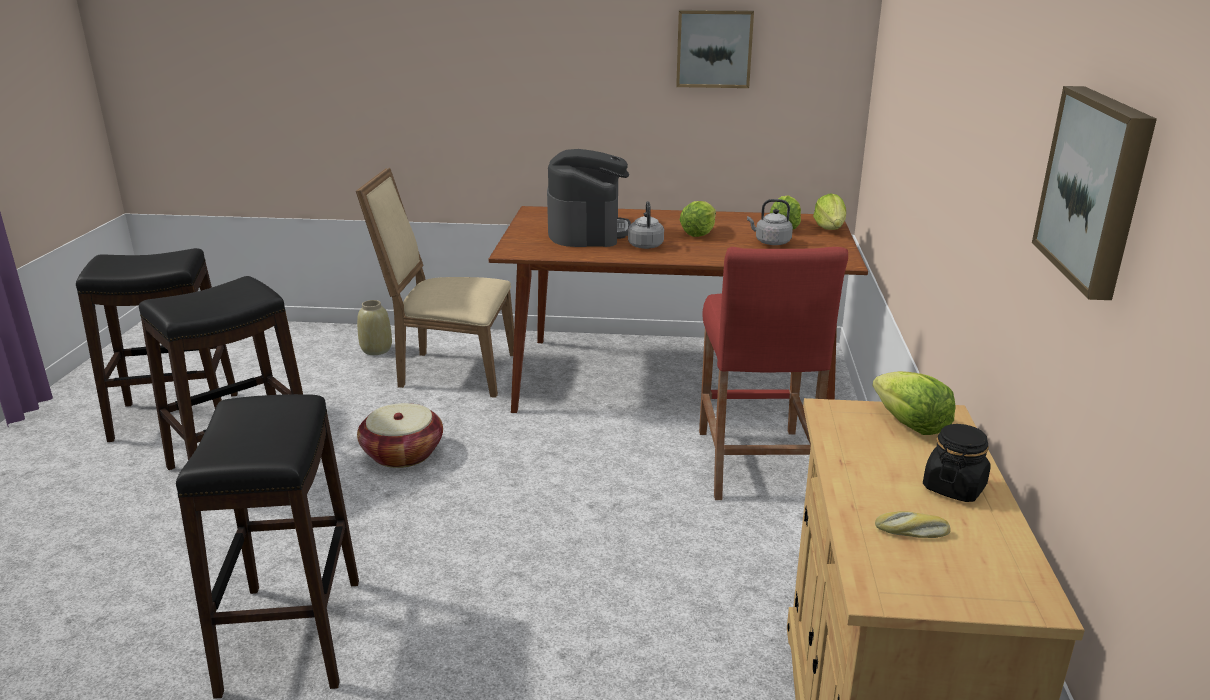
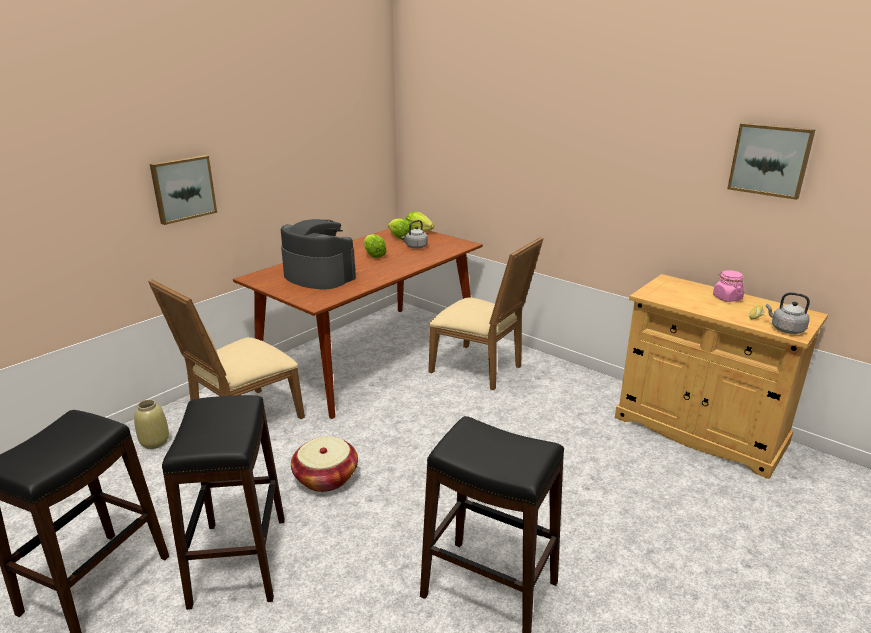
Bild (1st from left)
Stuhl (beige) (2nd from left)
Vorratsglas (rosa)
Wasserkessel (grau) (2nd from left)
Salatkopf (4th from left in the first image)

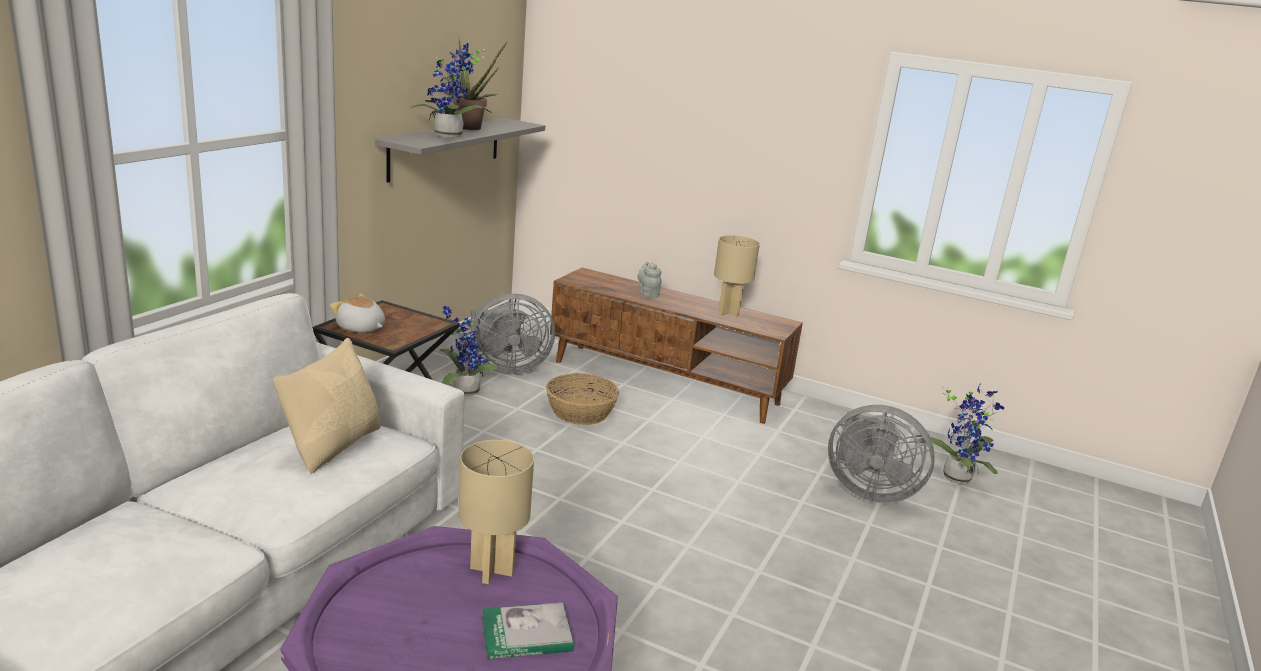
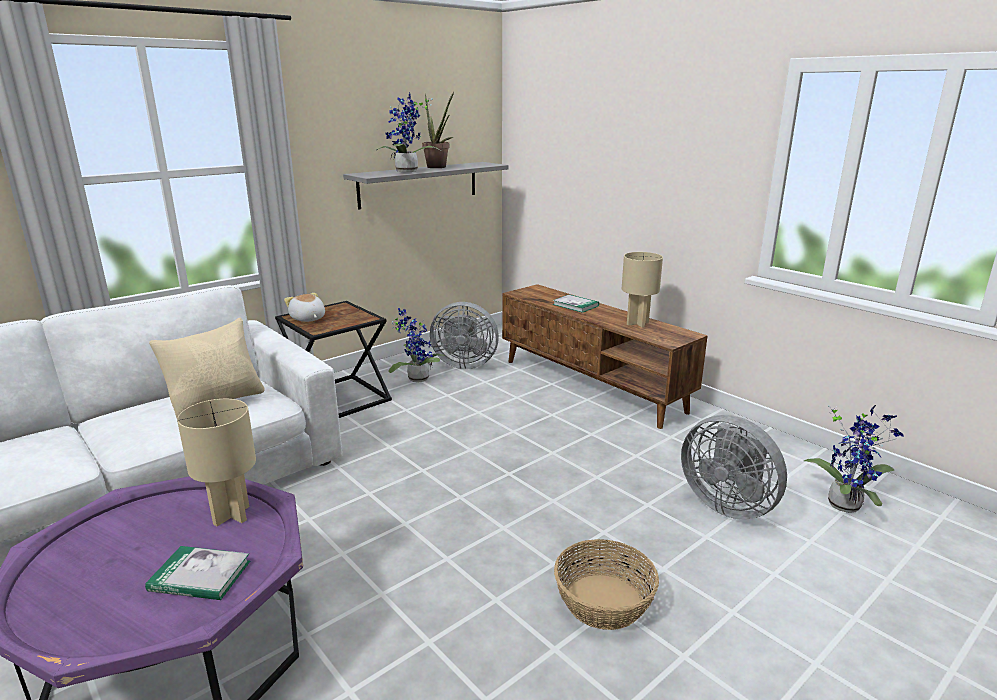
Buch (2nd from left)
Korb

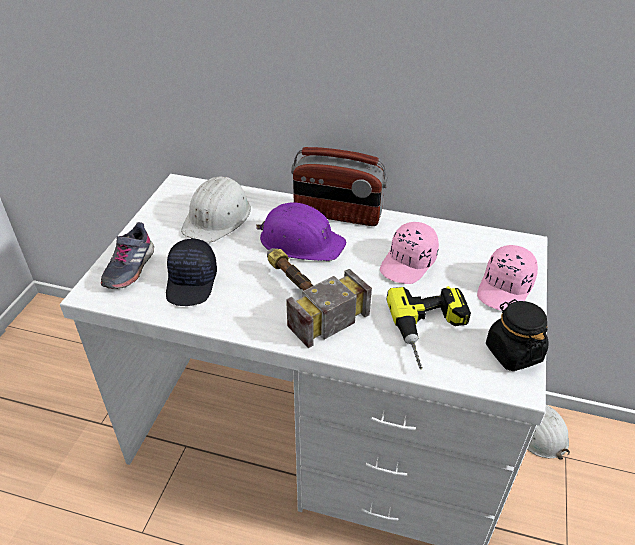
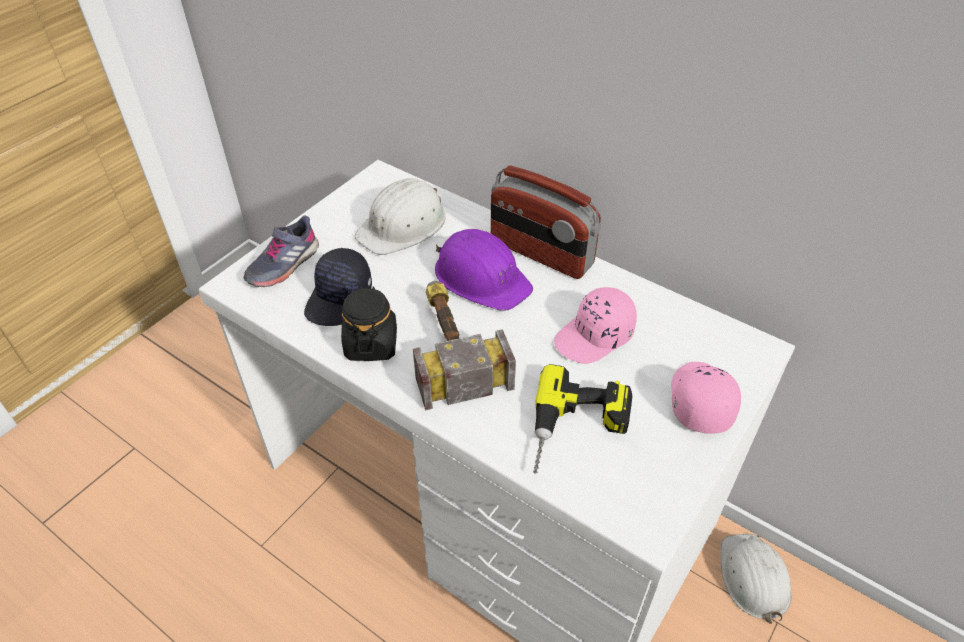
Vorratsglas (schwarz)
Kappe (rosa) (2nd from left)

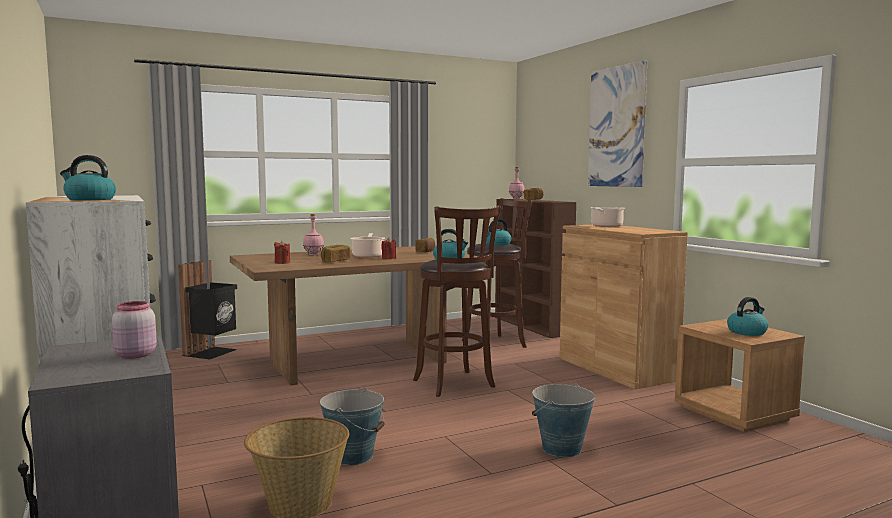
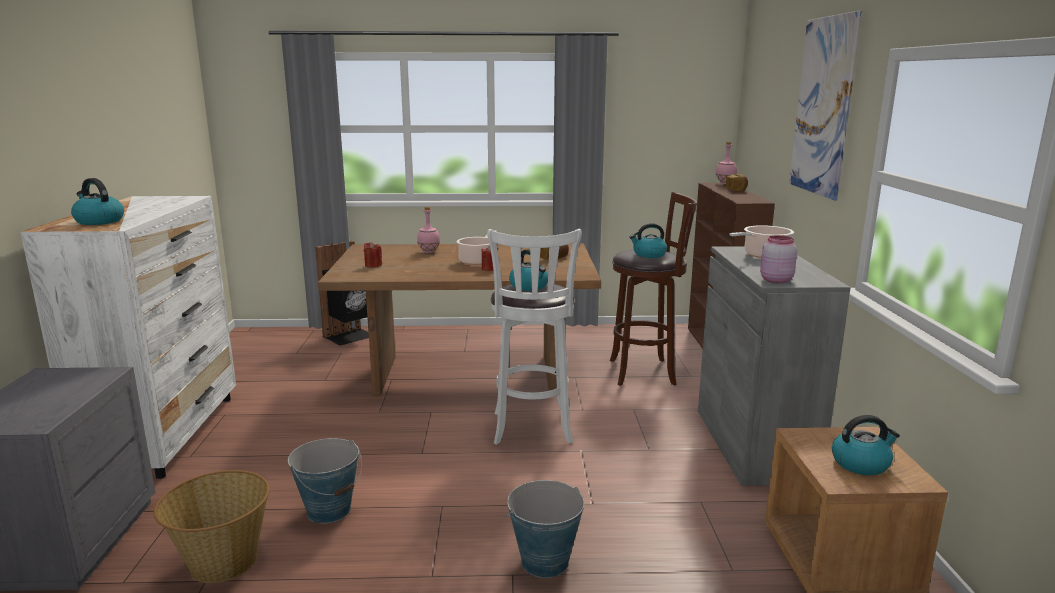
Hocker (weiß)
Schrank (grau)
Vorratsglas (rosa)
Brot (1st from left in the first image)

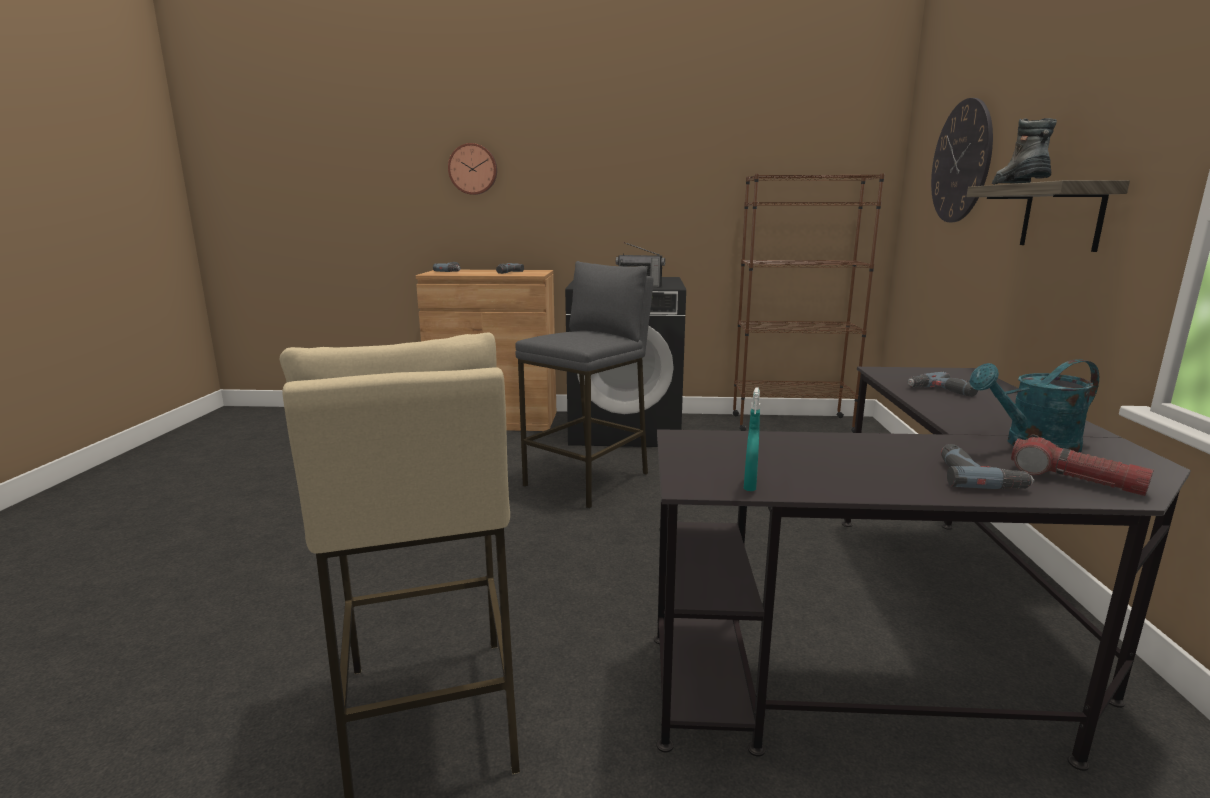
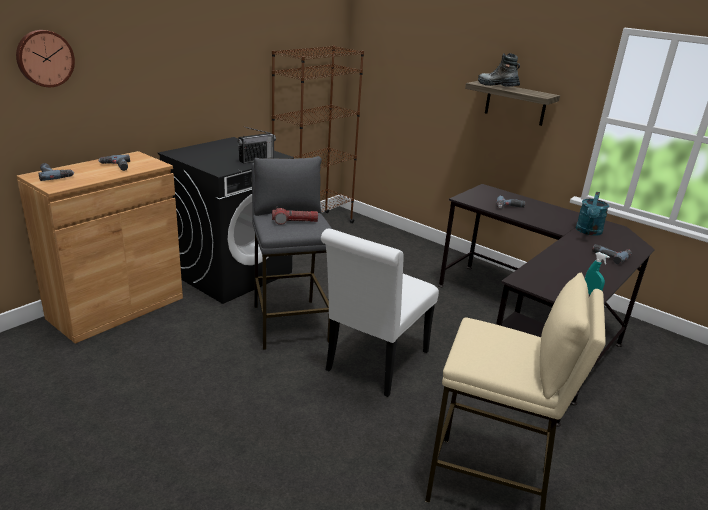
Taschenlampe
Stuhl (weiß)
Wanduhr (2nd from left in the first image)

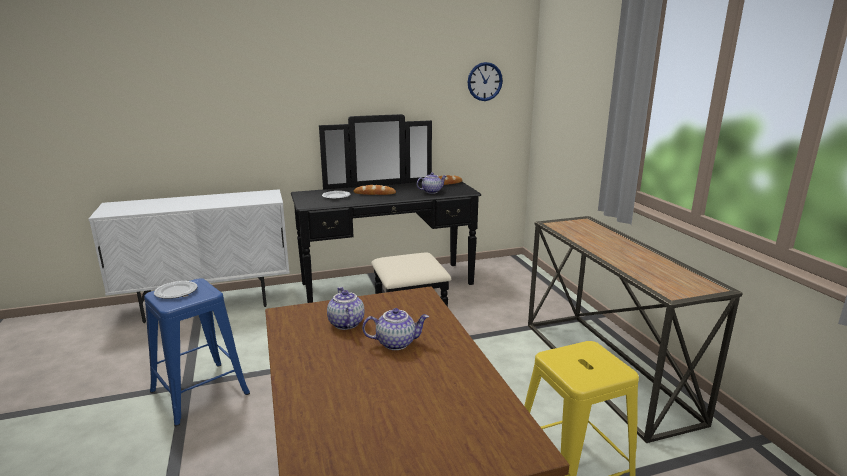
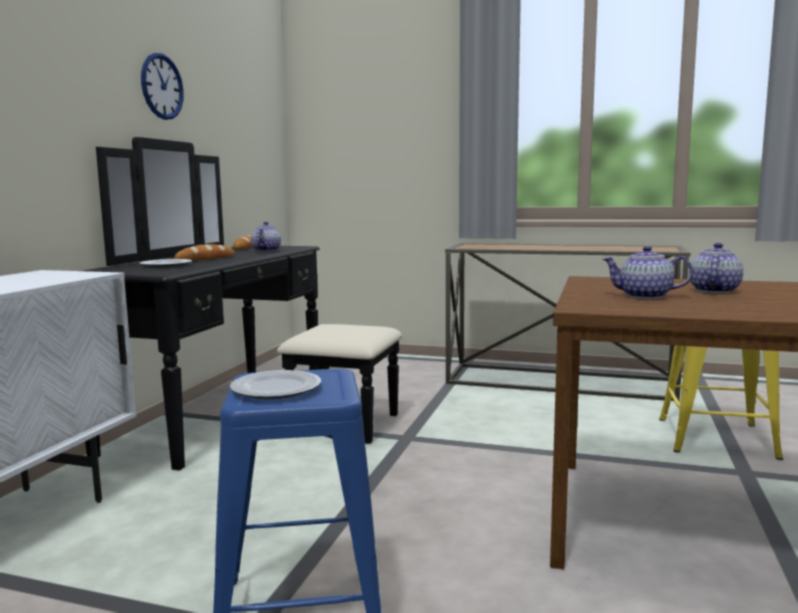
Wanduhr

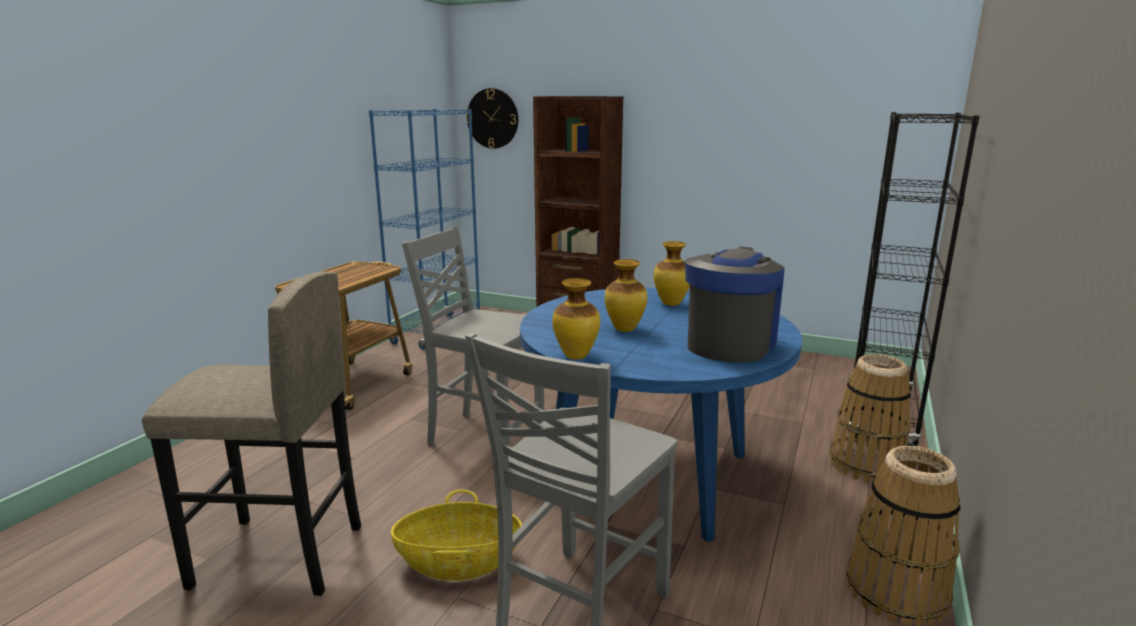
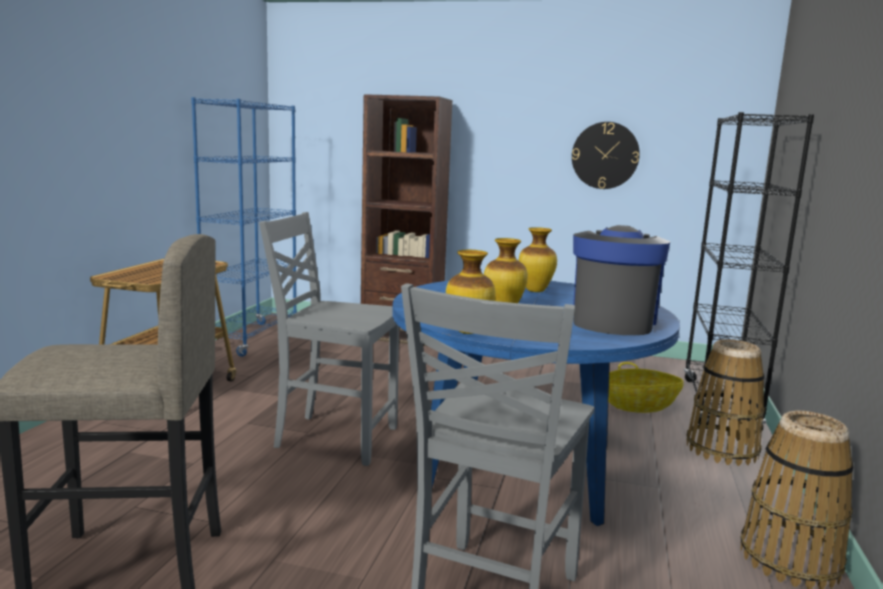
Wanduhr
Korb (1st from left)

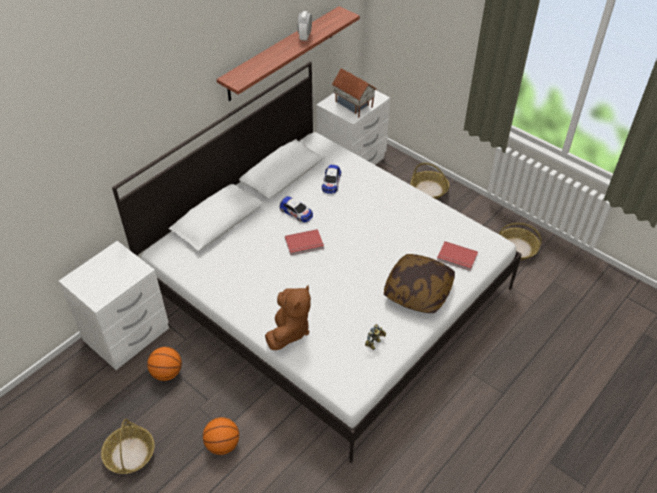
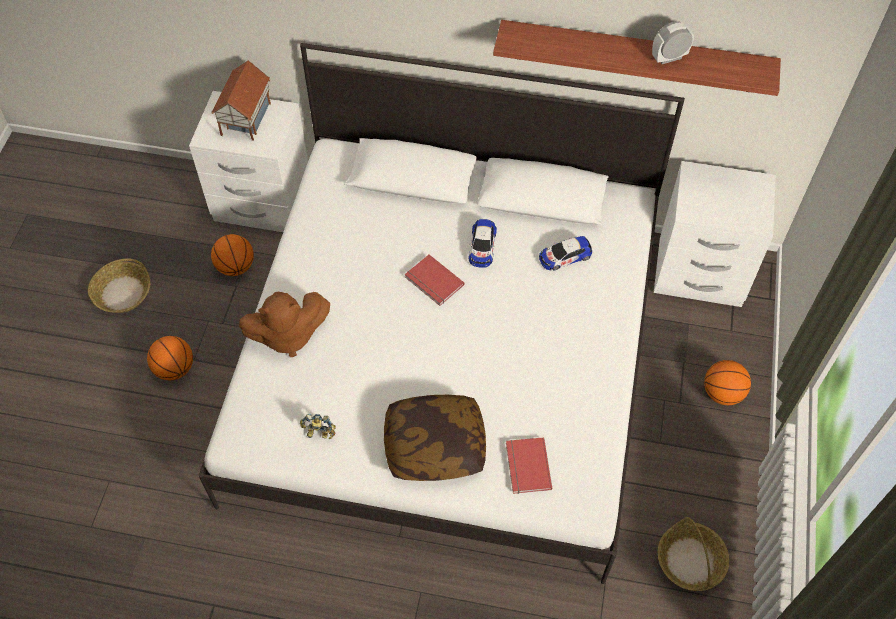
Spielzeughaus
Basketball (3rd from left)

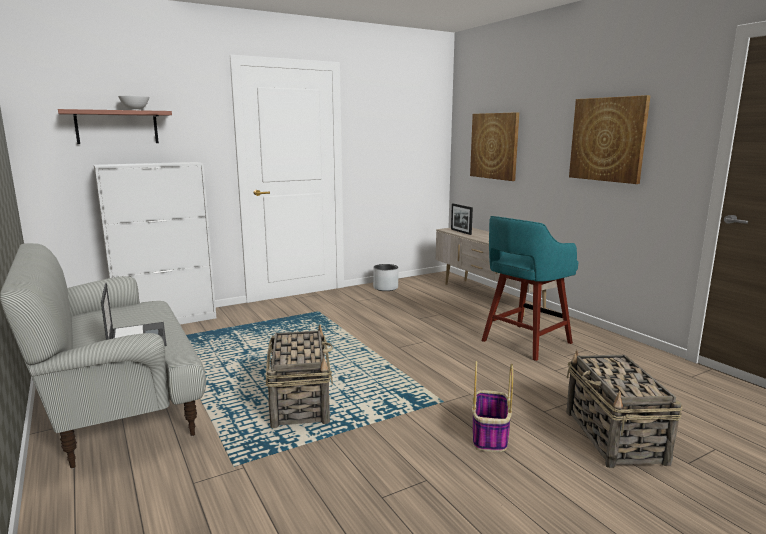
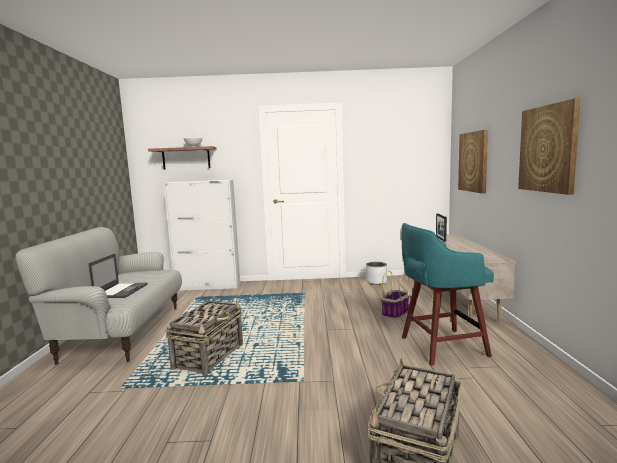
Korb (2nd from left)

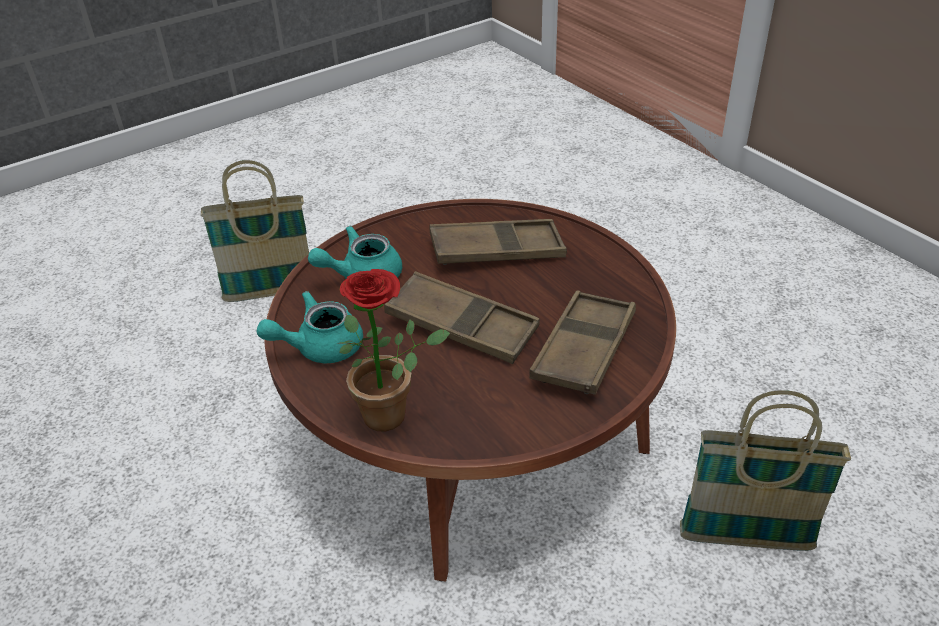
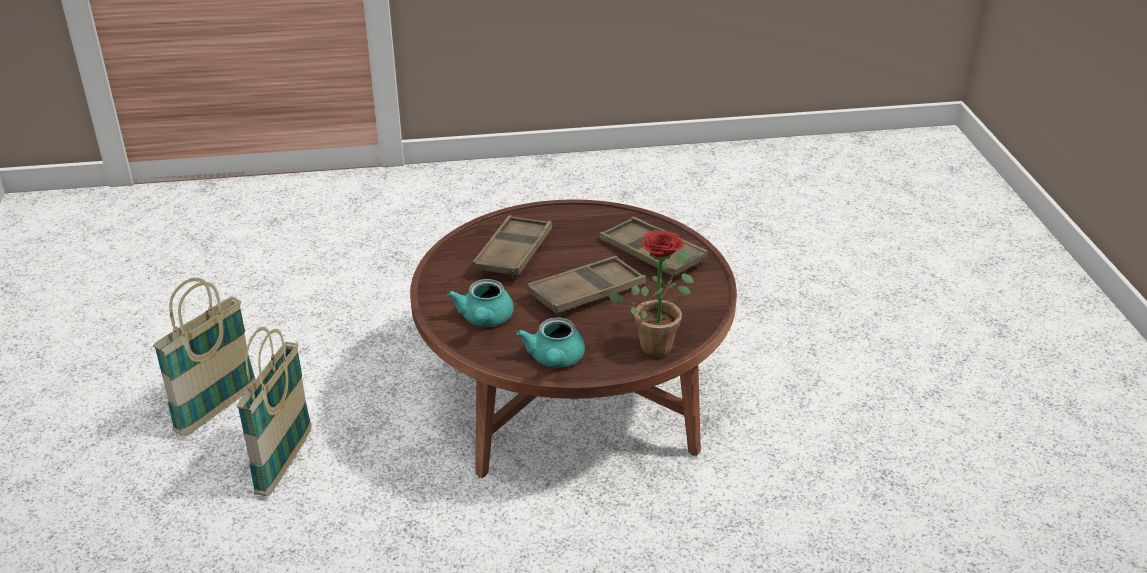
Korb (1st from left)

